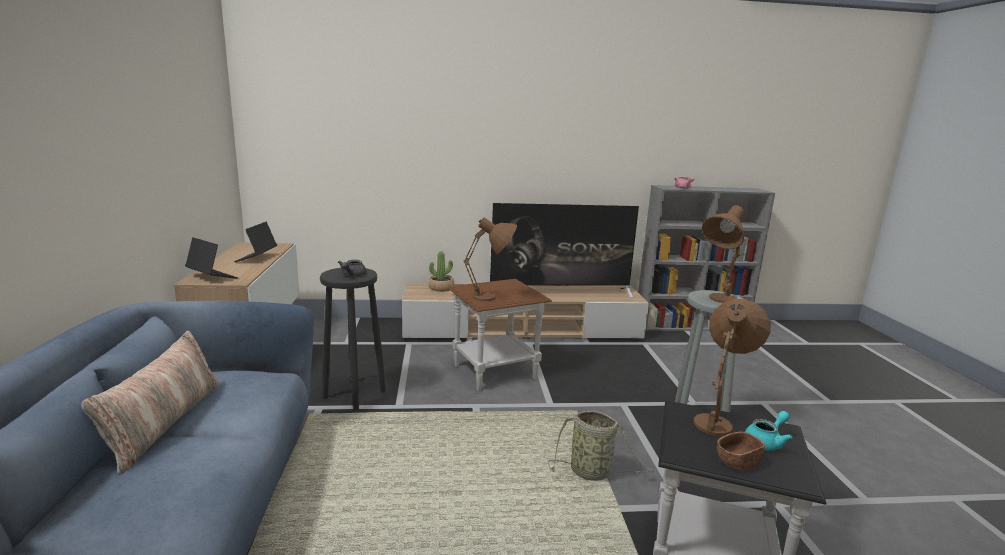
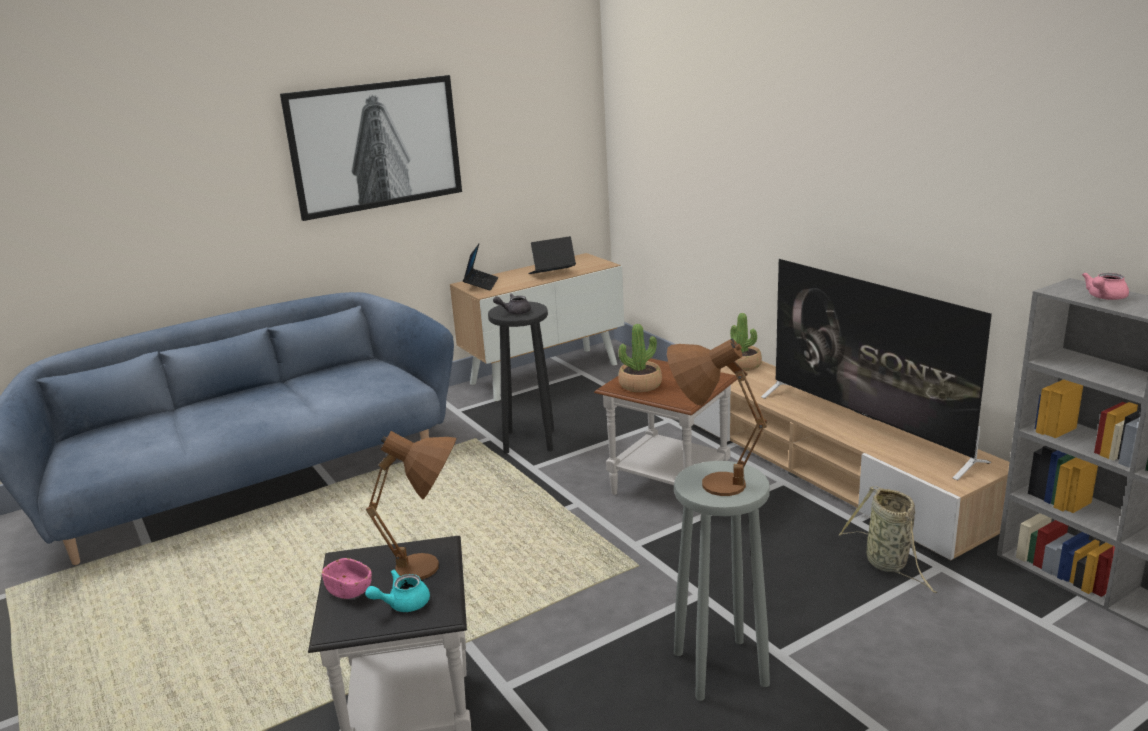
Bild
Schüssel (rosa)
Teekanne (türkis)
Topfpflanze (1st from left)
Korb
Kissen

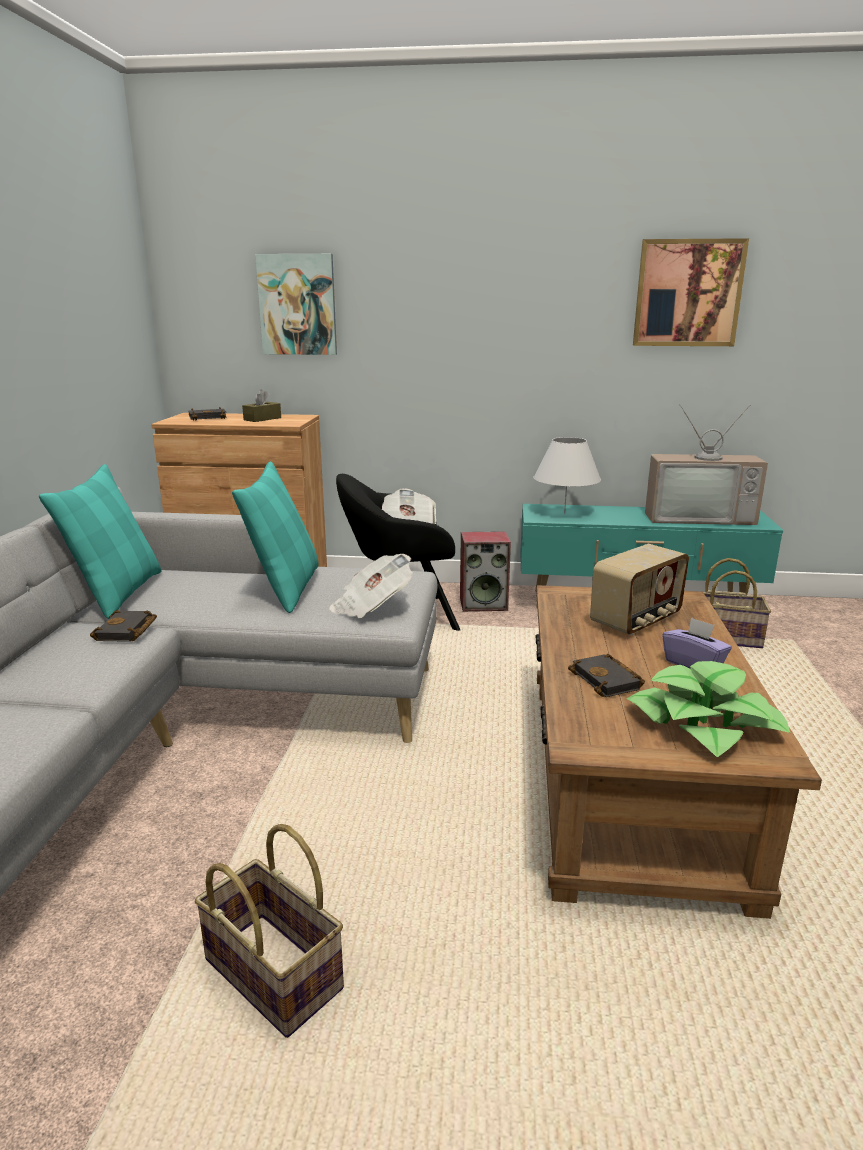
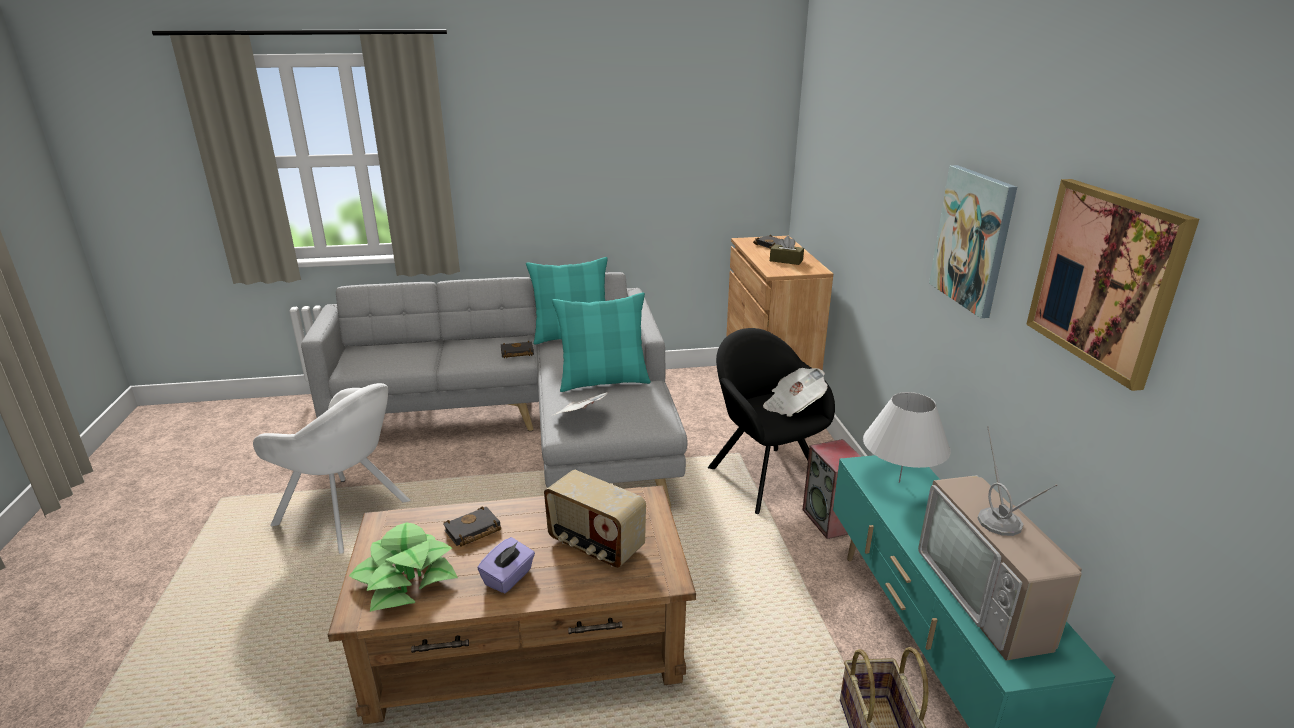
Sessel (weiß)
Bild (1st from left)

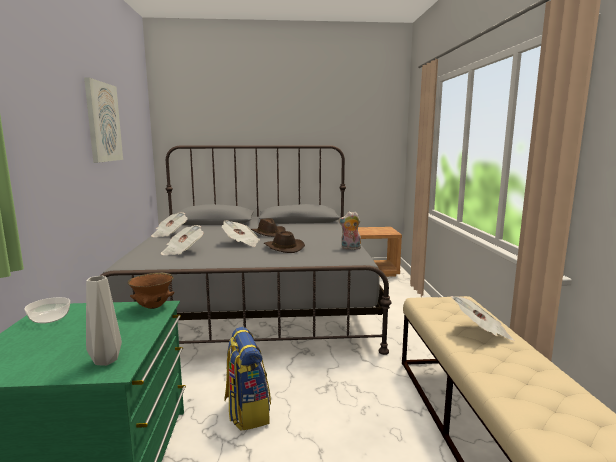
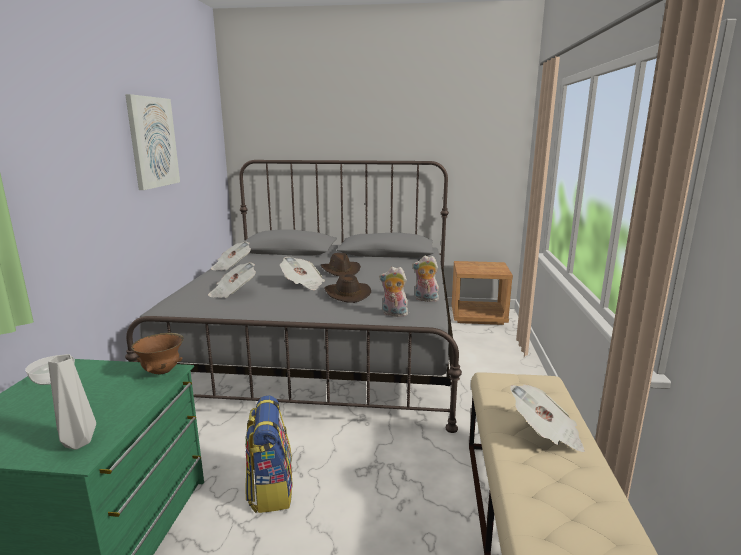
Plüschtier (1st from left)

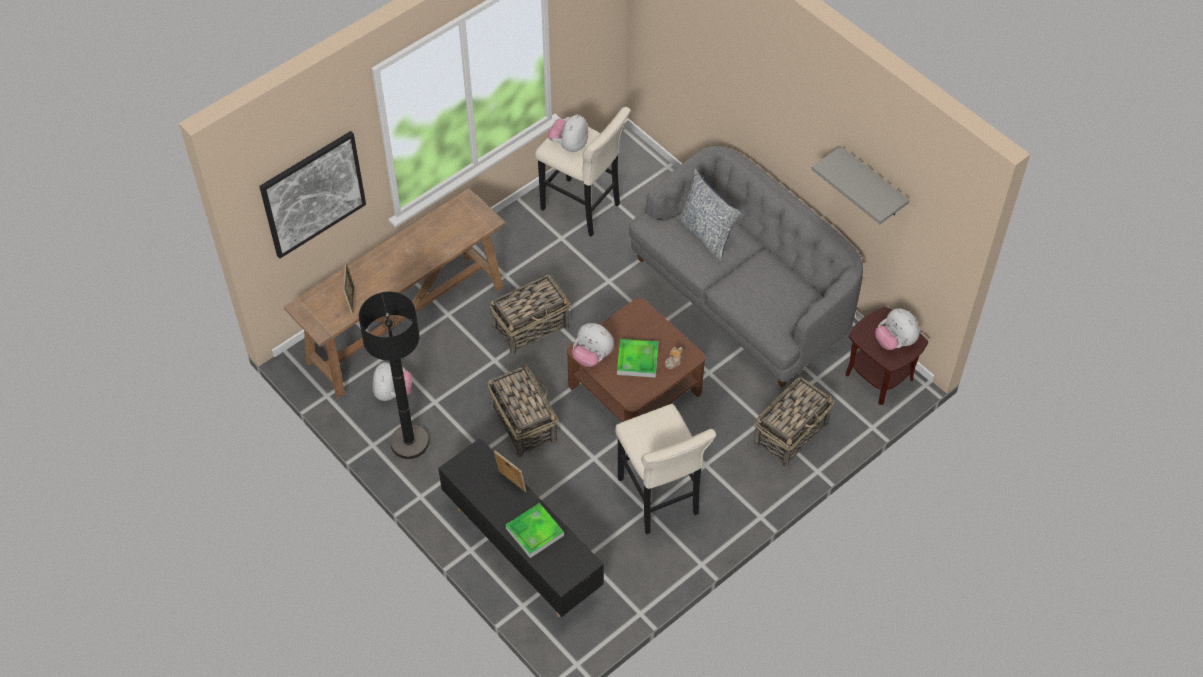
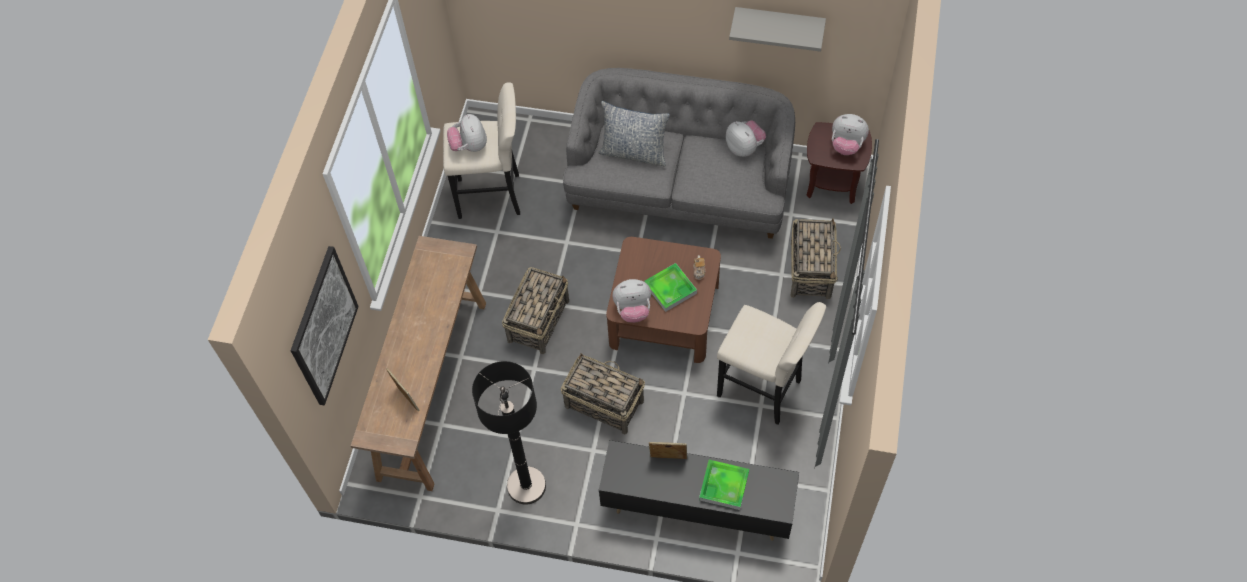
Plüschtier (3rd from left)

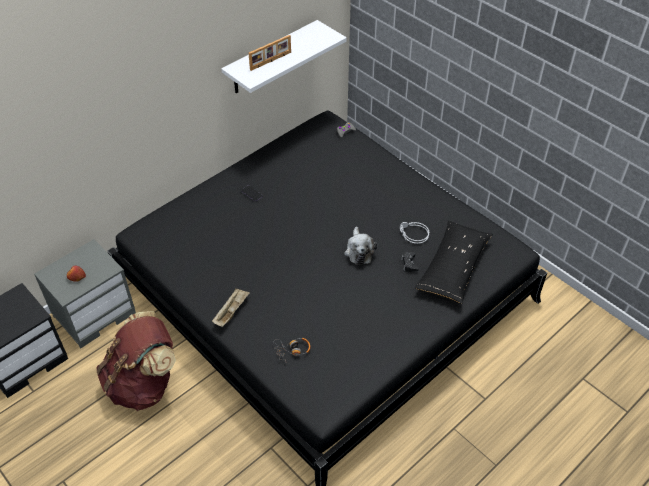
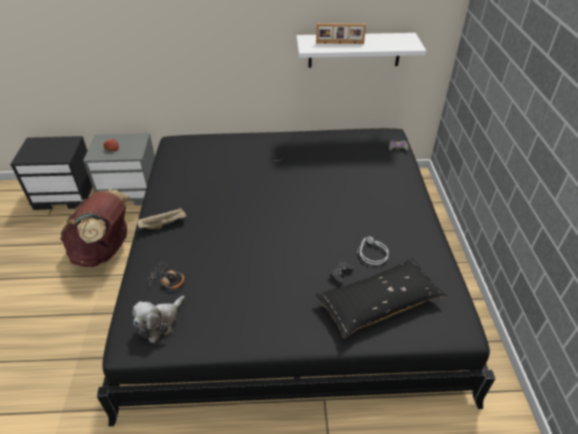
Plüschtier

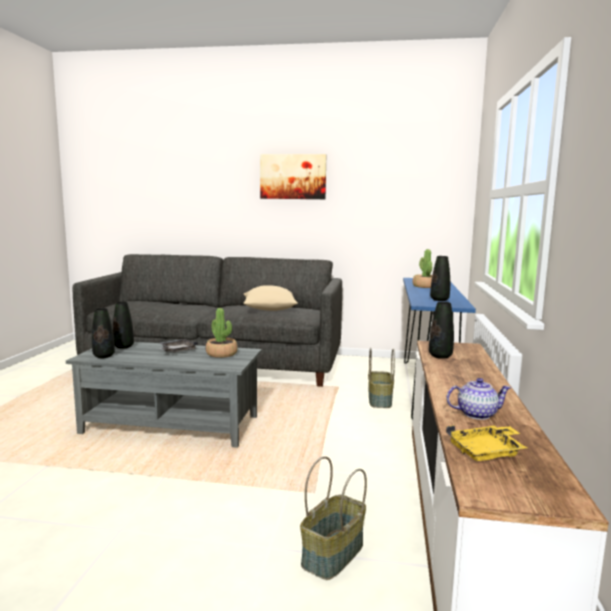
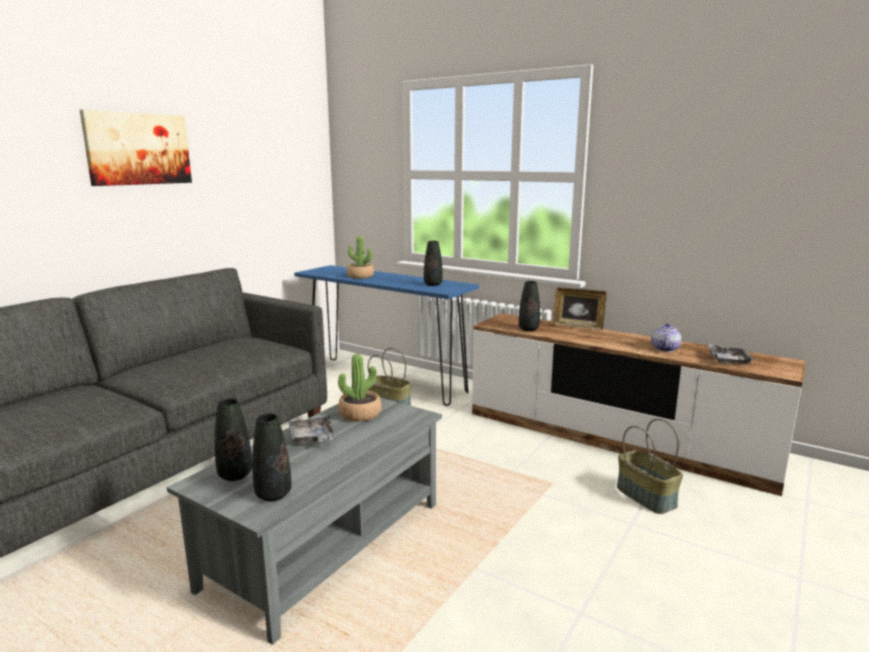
Bilderrahmen
Tablett (grau) (2nd from left)
Kissen (beige)

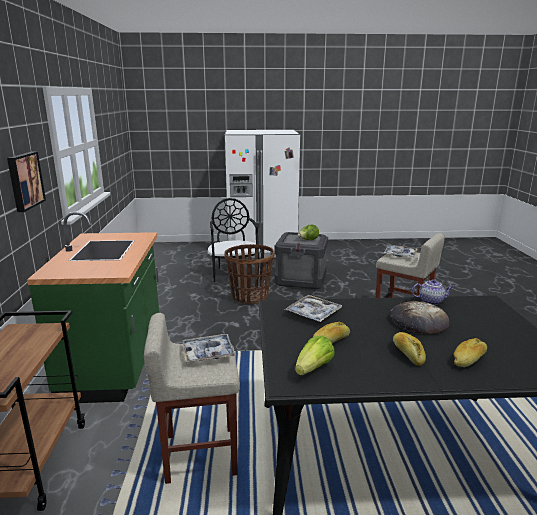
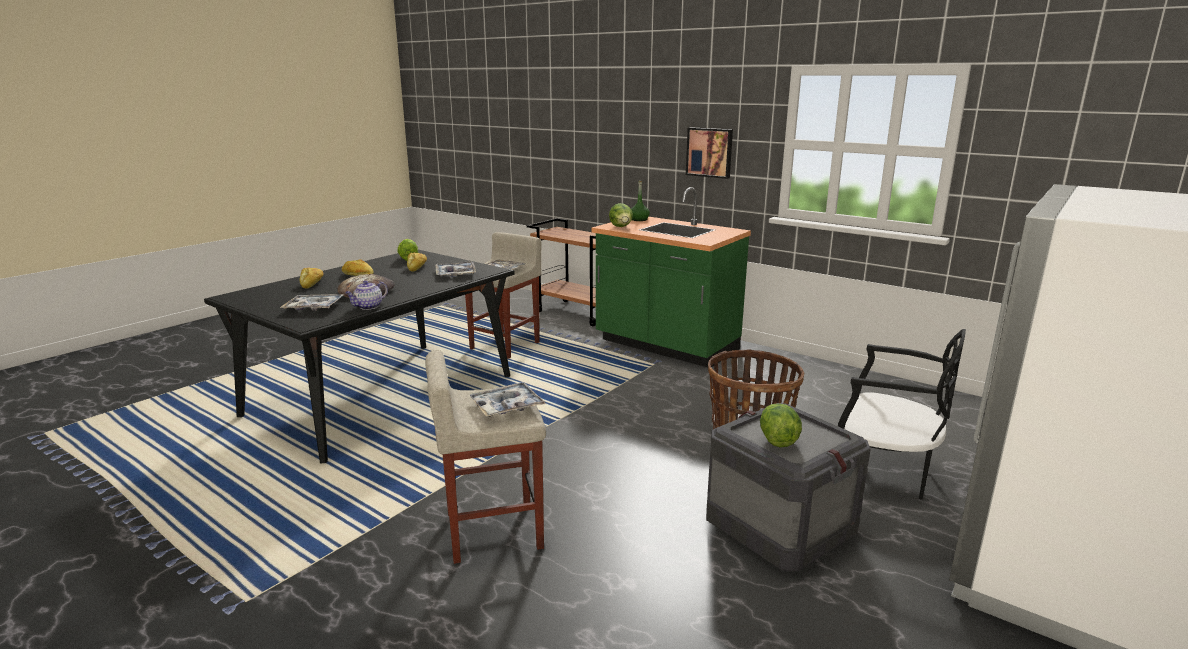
Tablett (1st from left)
Salatkopf (2nd from left)
Flasche (grün)

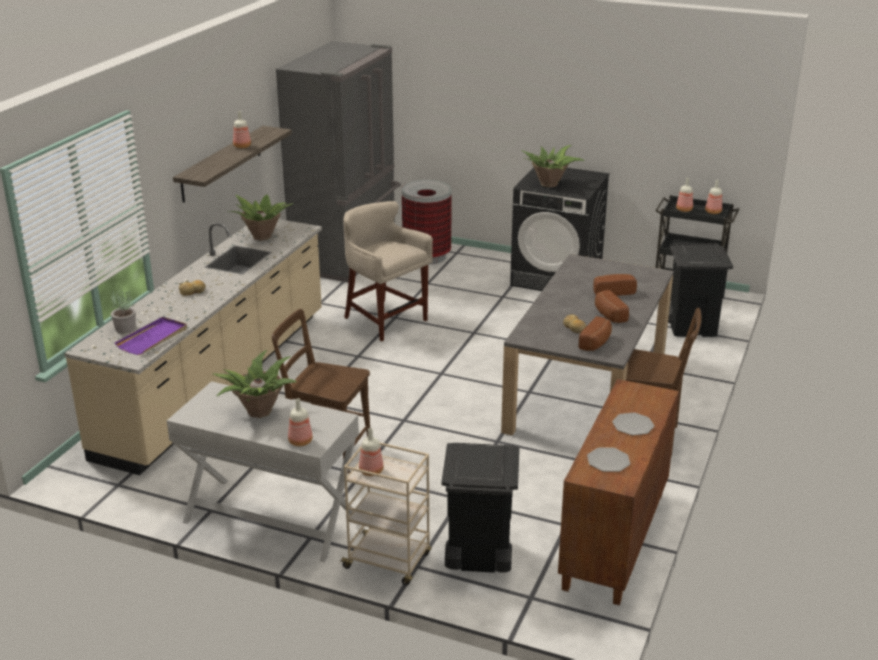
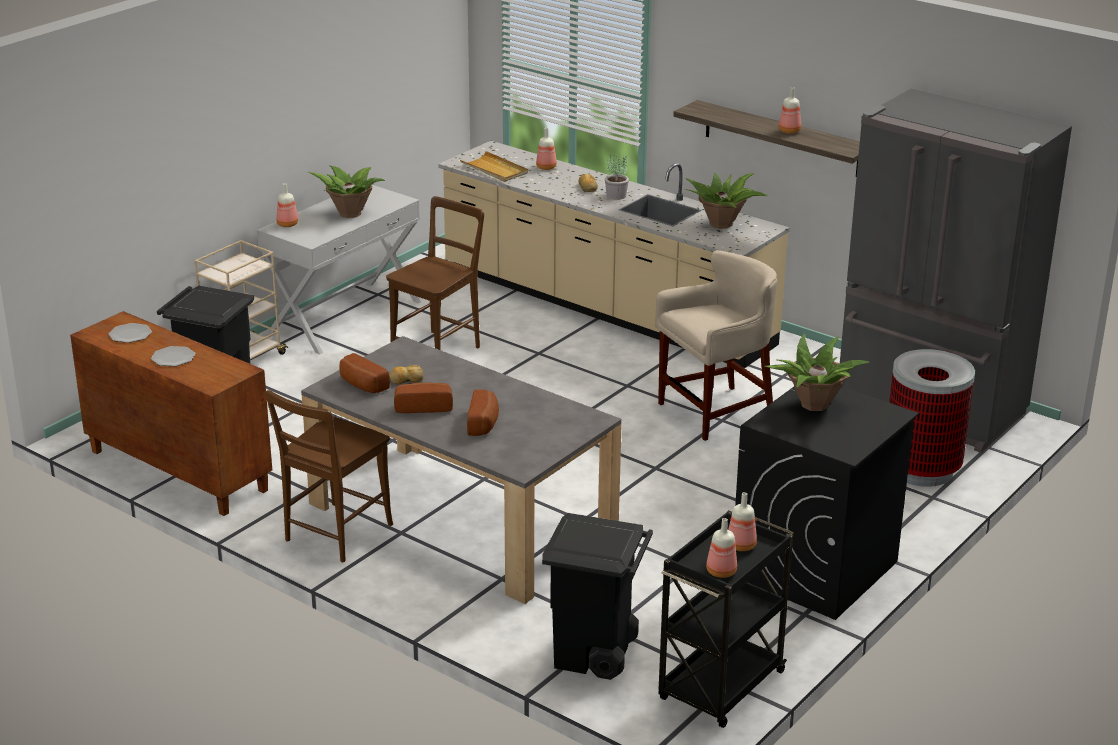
Tablett (beige)
Flasche (2nd from left)
Topfpflanze (2nd from left)

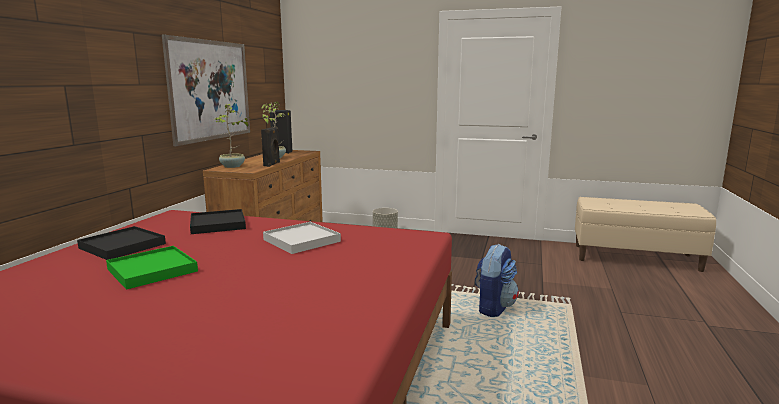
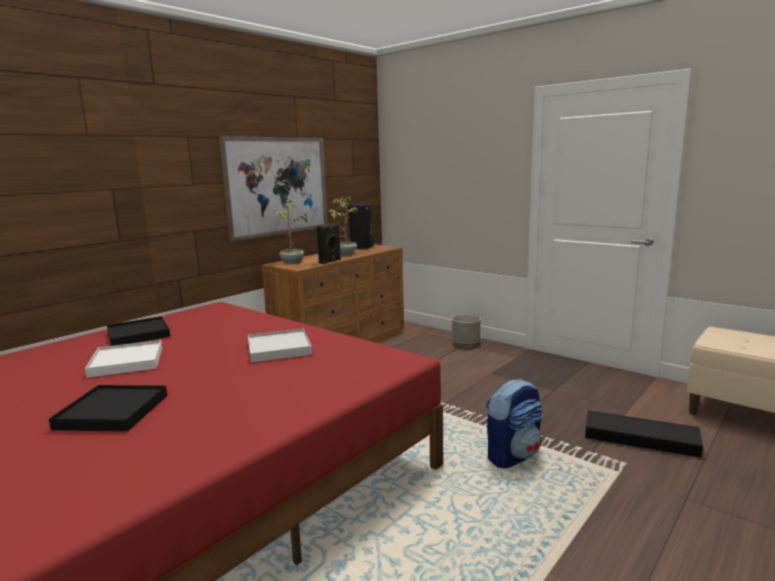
Tablett (schwarz) (1st from left)
Tablett (weiß) (1st from left)
Aufbewahrungsbox (schwarz)

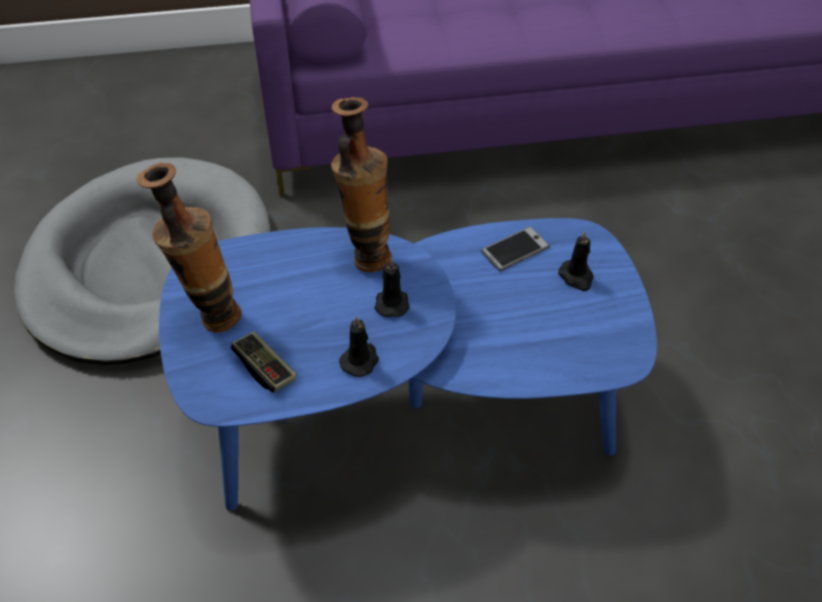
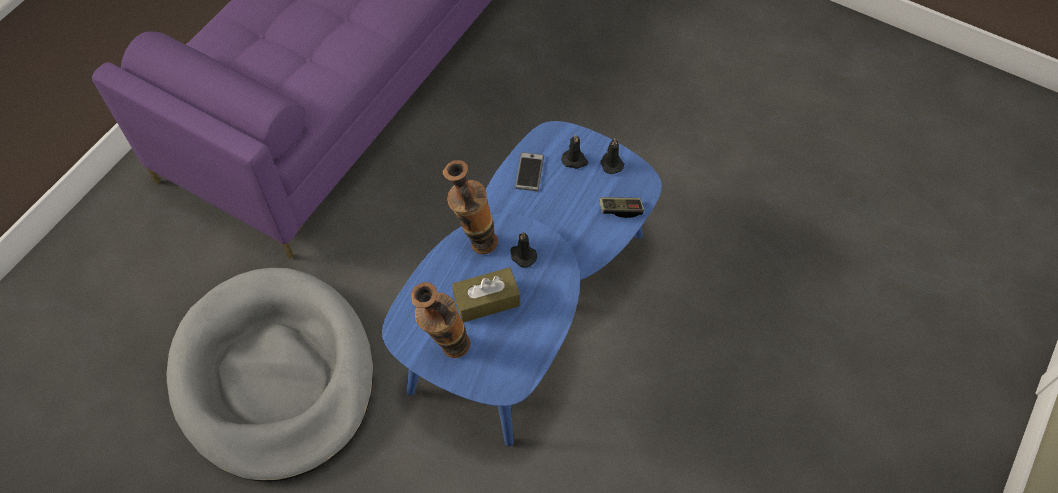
Taschentuchbox (braun)
Kerze (schwarz) (3rd from left)
Gamepad

